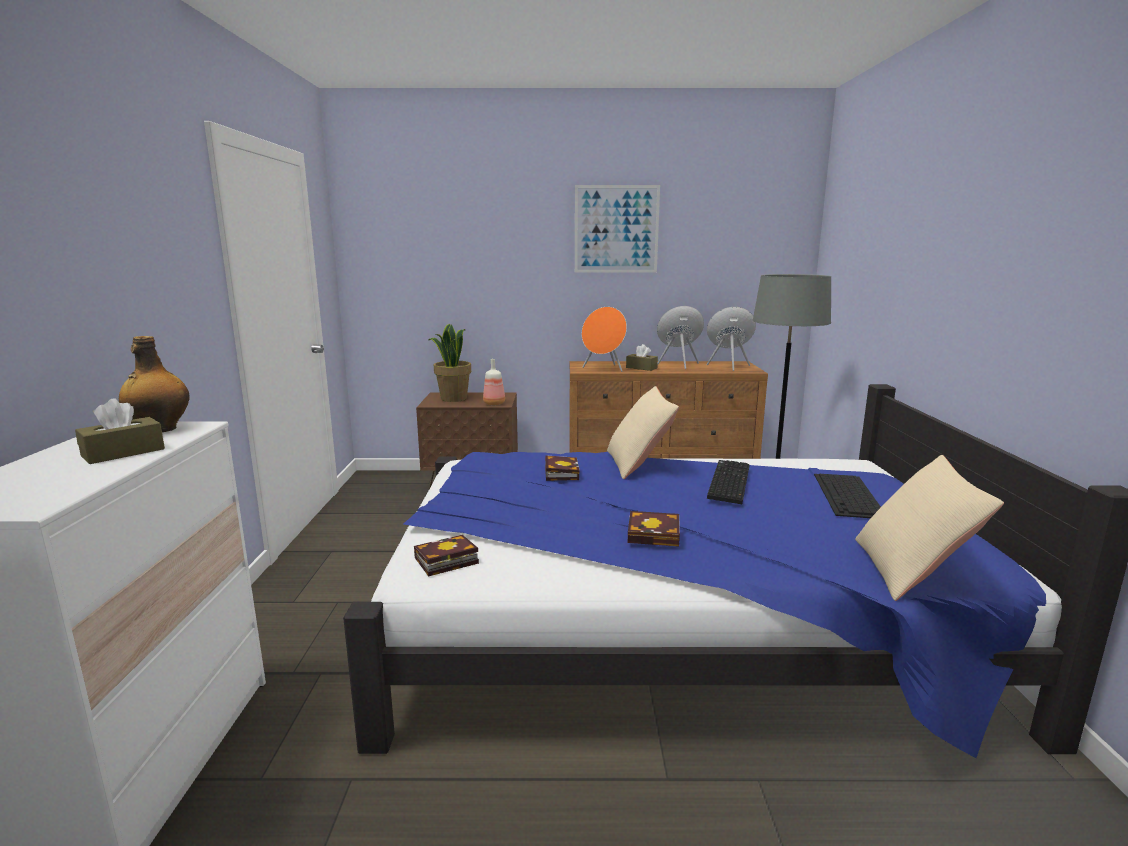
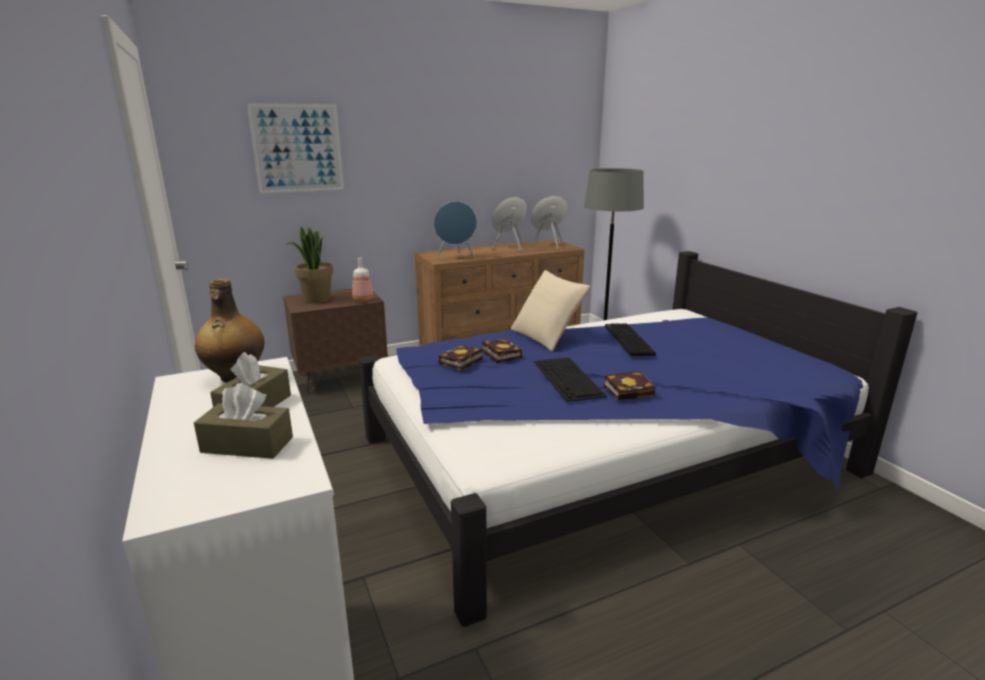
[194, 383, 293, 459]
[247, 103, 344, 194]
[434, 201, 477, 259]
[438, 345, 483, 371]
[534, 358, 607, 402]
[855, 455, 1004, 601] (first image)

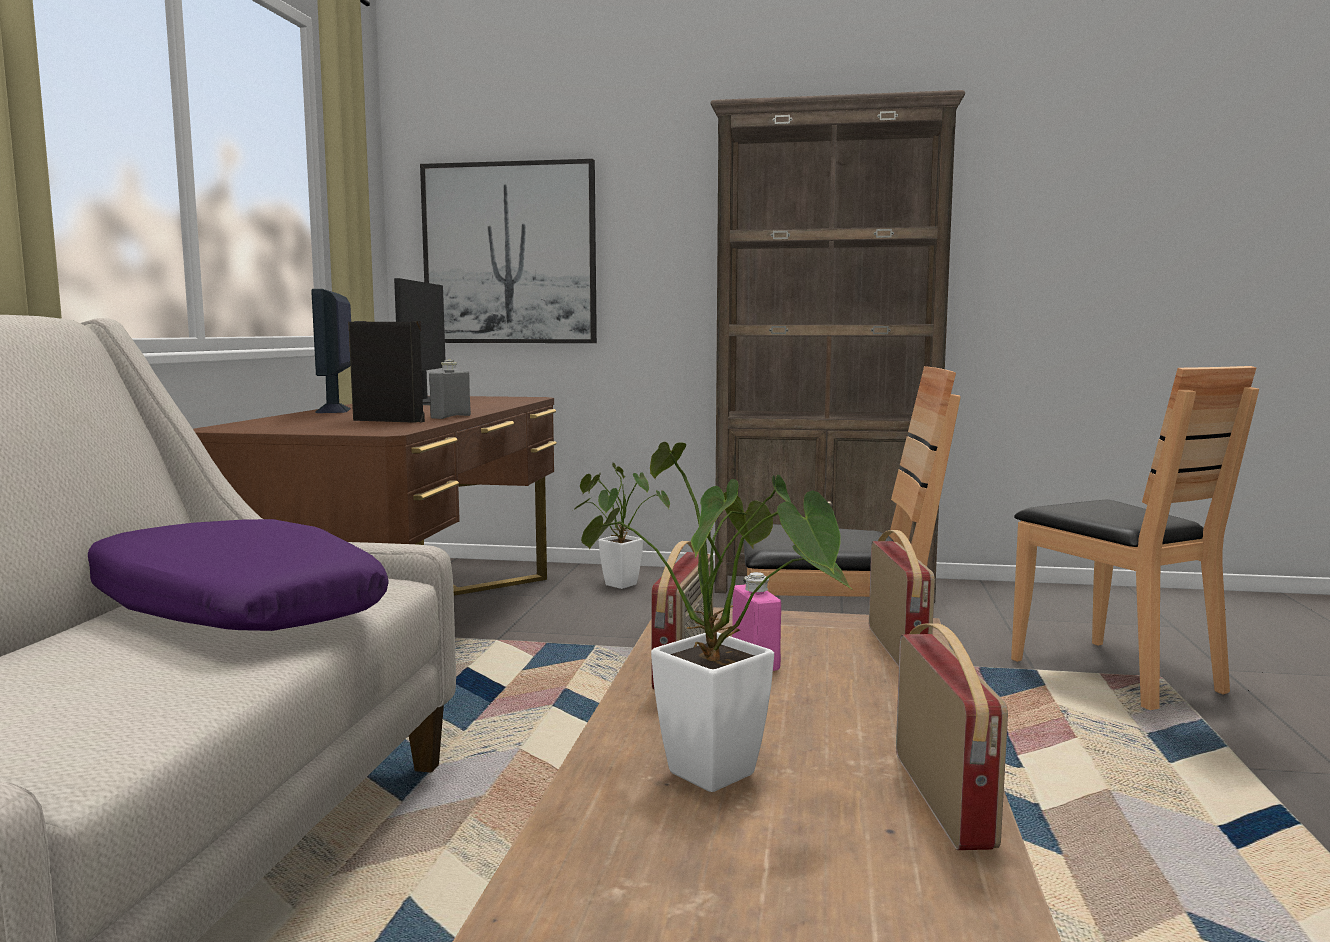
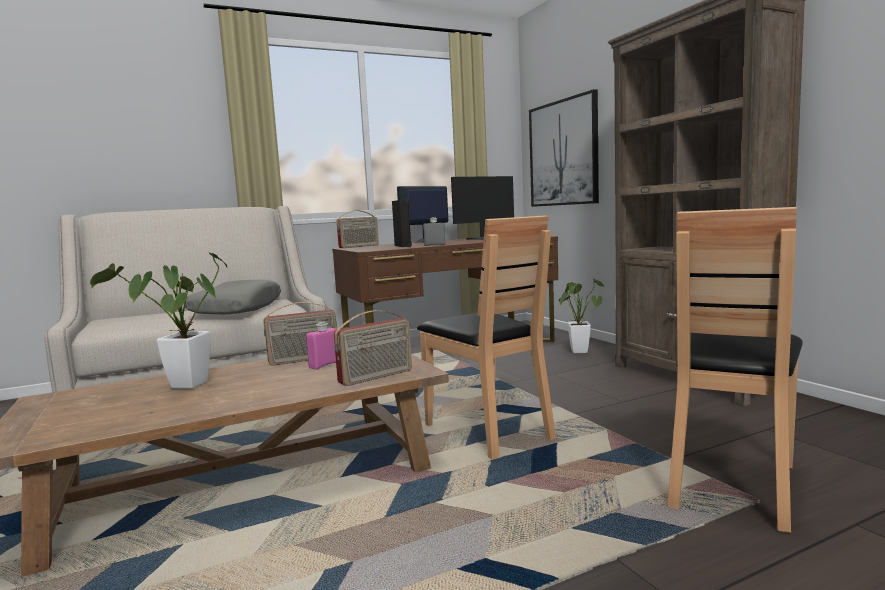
[184, 280, 281, 314]
[337, 210, 379, 248]

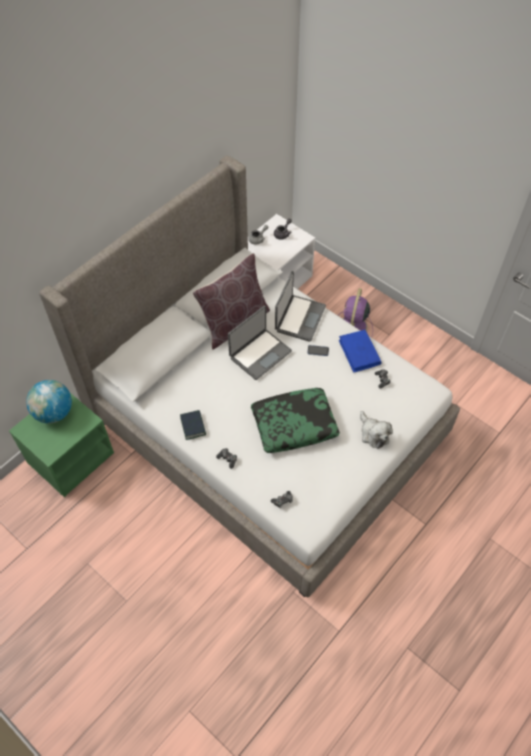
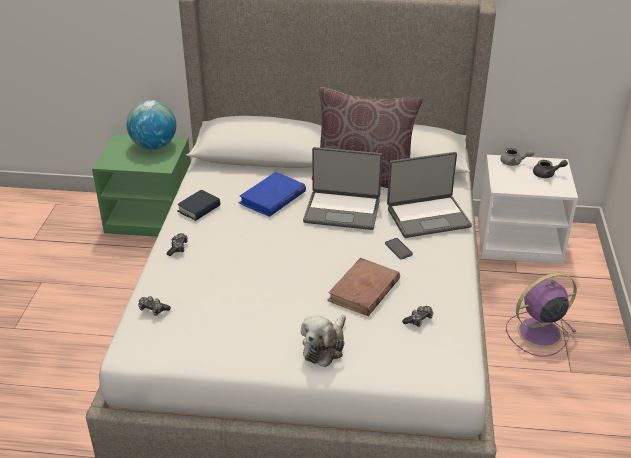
[239, 172, 306, 217]
[327, 258, 400, 316]
[251, 388, 340, 453] (first image)

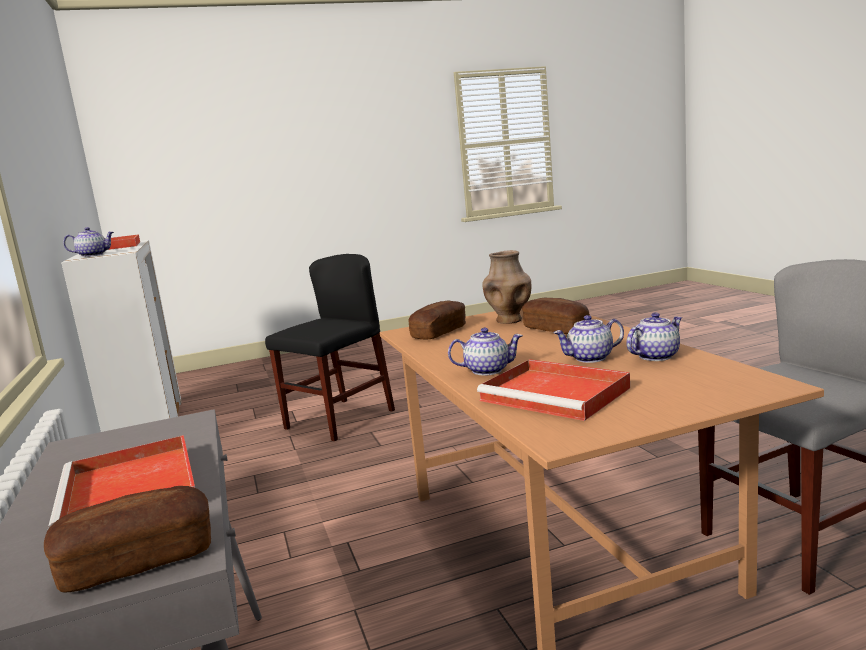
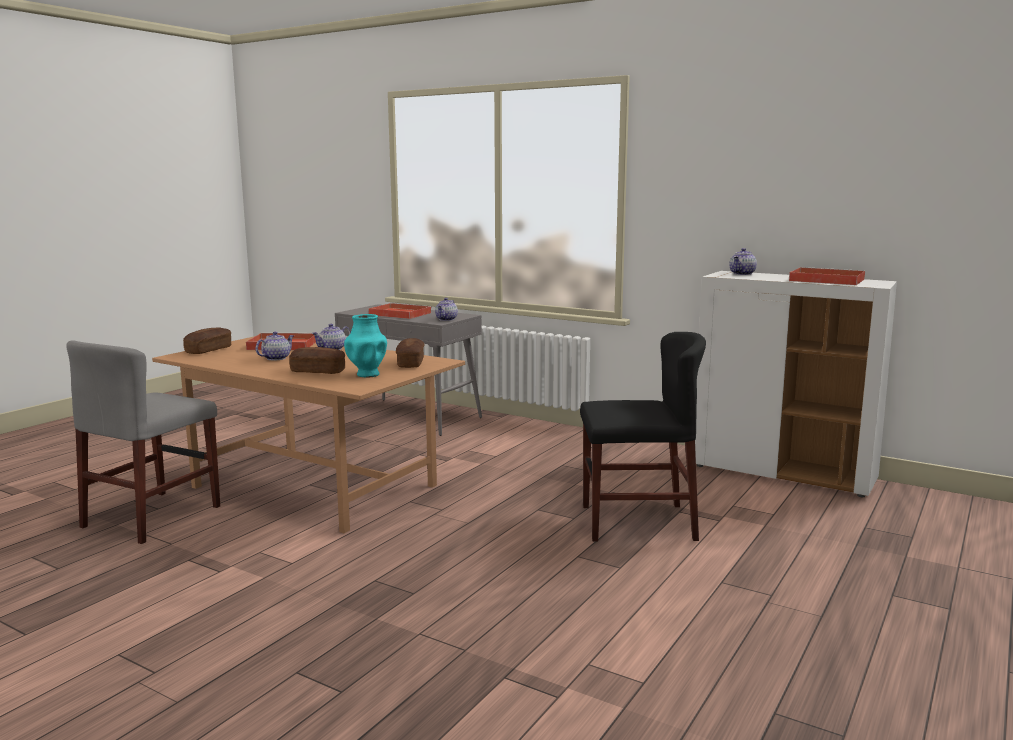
[183, 327, 232, 354]
[344, 314, 387, 378]
[435, 298, 458, 321]
[580, 332, 706, 542]

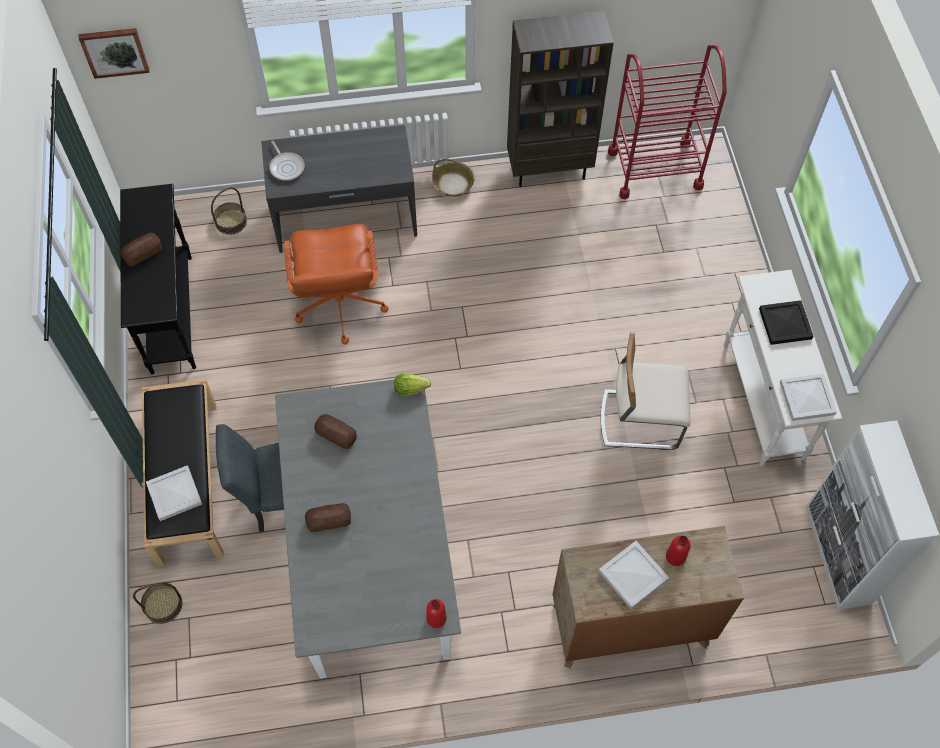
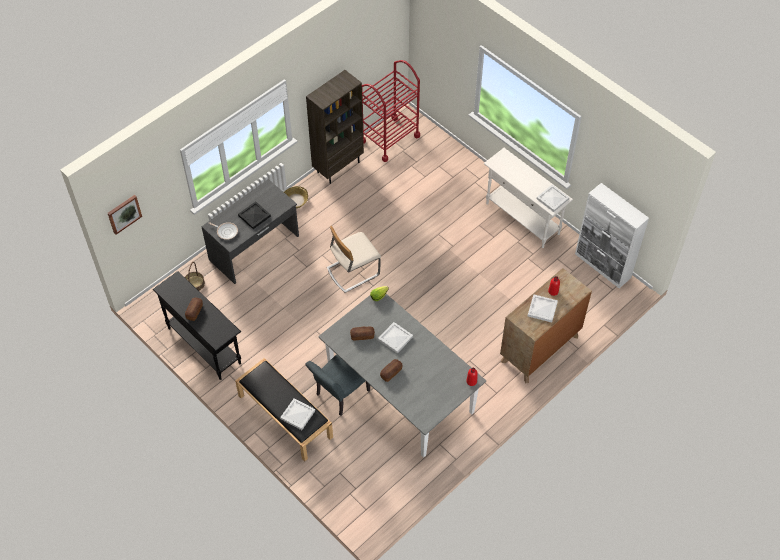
[238, 201, 271, 229]
[327, 226, 381, 293]
[378, 322, 413, 354]
[133, 583, 182, 624] (first image)
[284, 224, 389, 345] (first image)

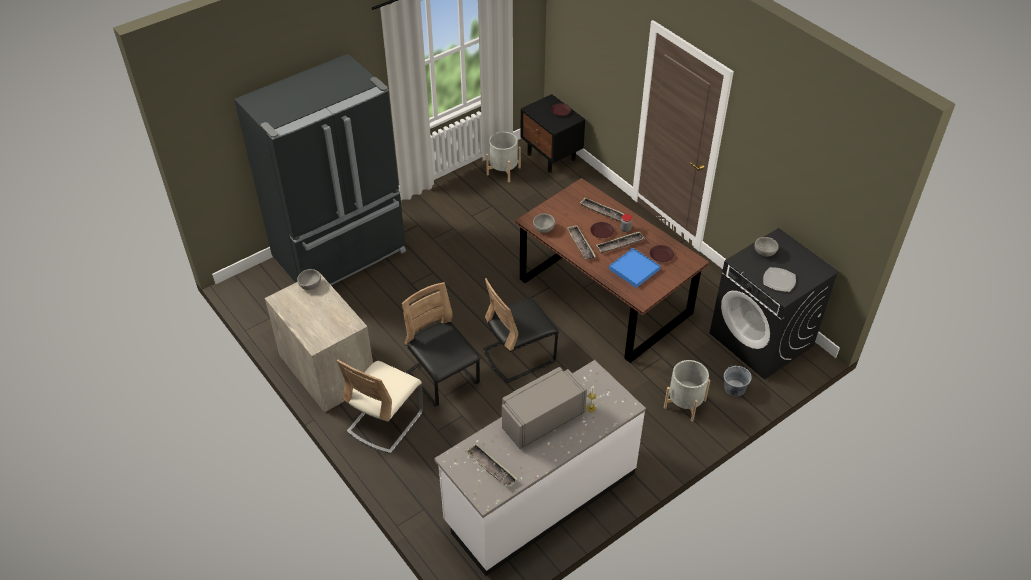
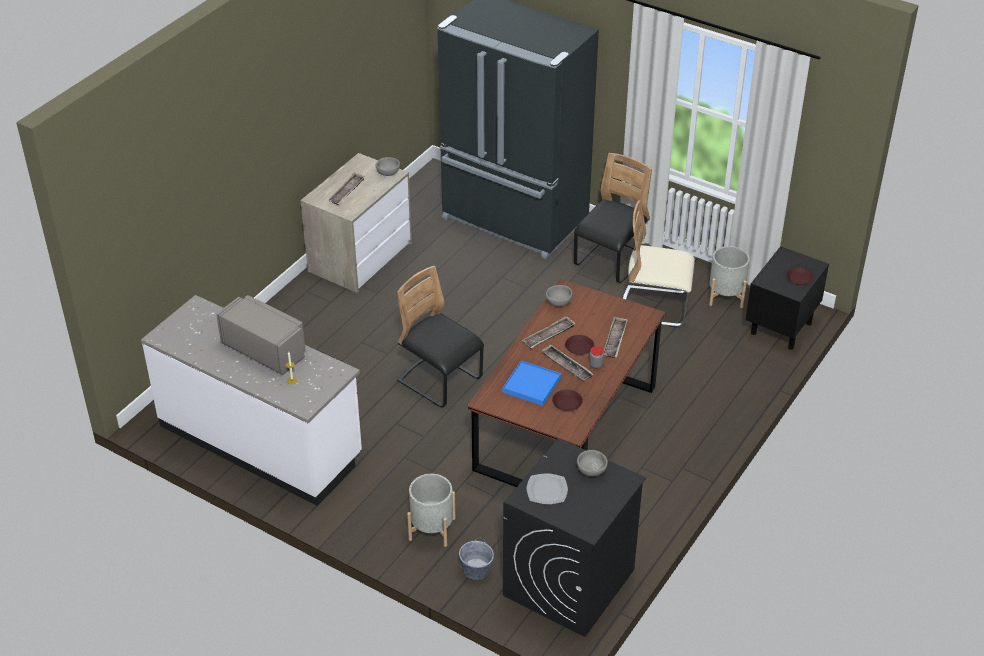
[328, 173, 365, 205]
[574, 153, 652, 283]
[623, 200, 695, 327]

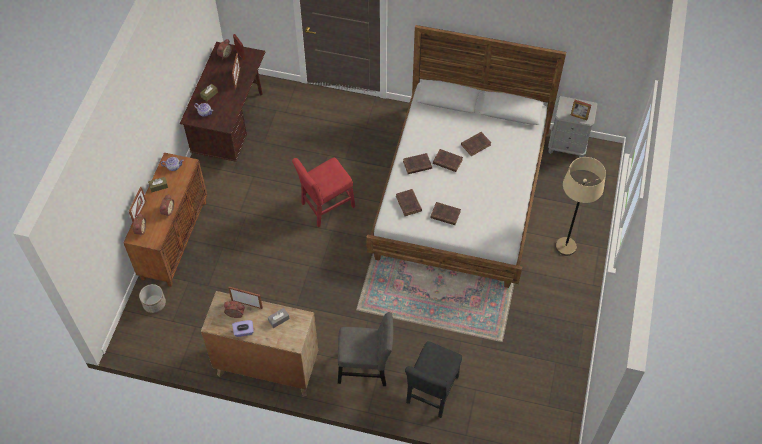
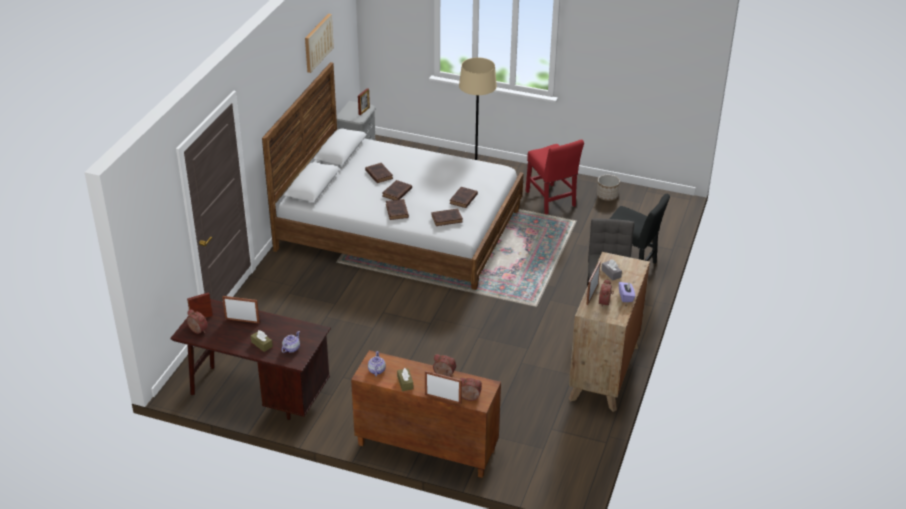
[305, 14, 334, 73]
[526, 140, 584, 214]
[596, 174, 620, 201]

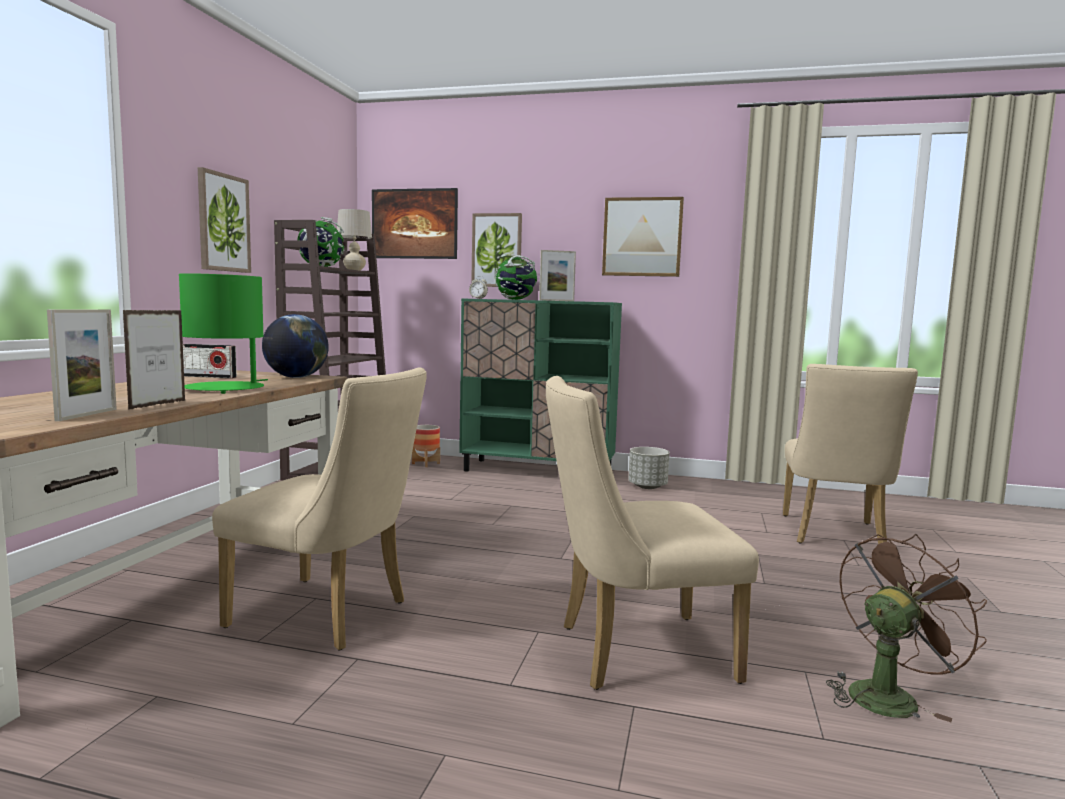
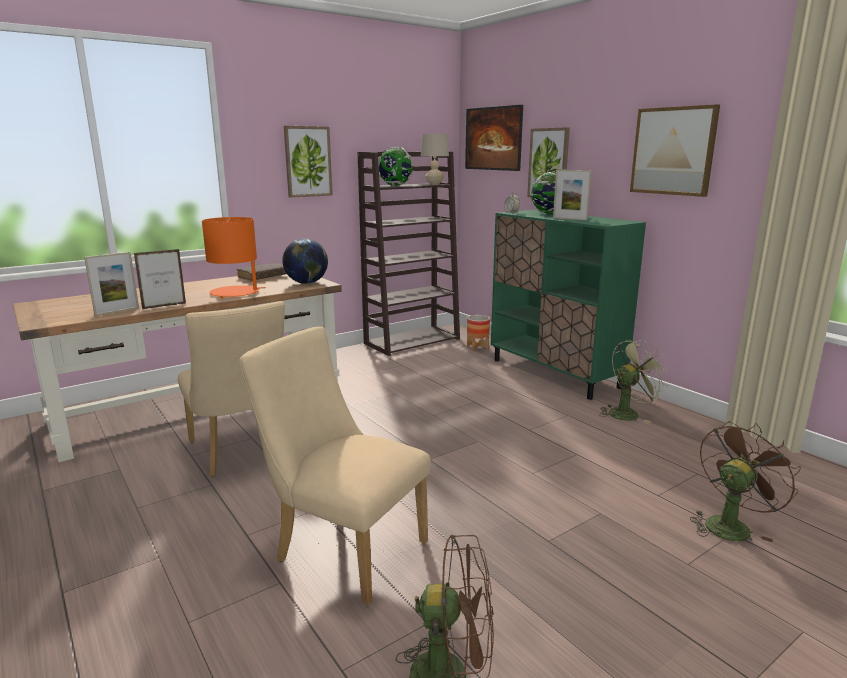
[202, 217, 266, 298]
[237, 263, 287, 281]
[599, 339, 668, 423]
[690, 421, 801, 542]

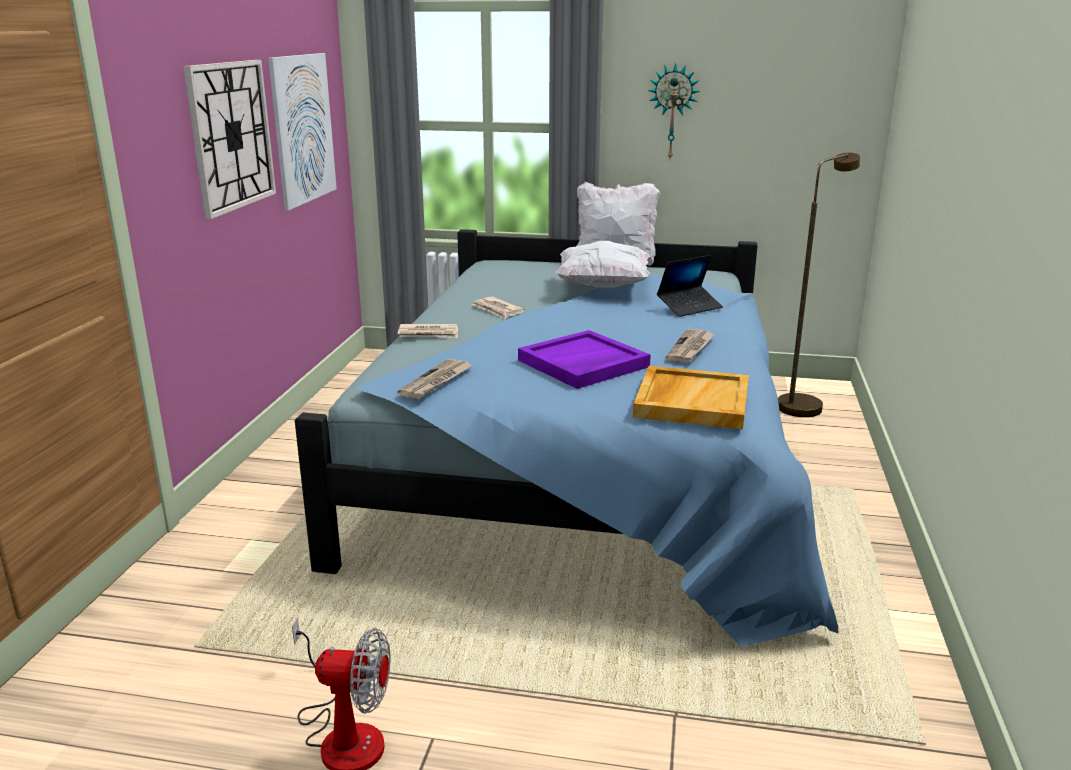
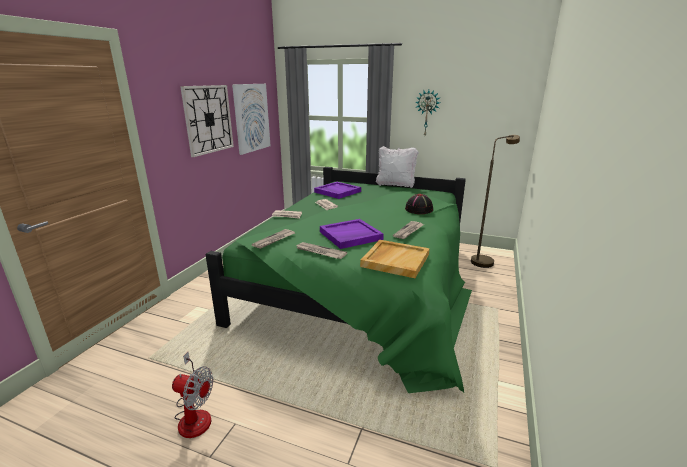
[205, 167, 472, 393]
[295, 242, 347, 259]
[314, 182, 361, 199]
[405, 194, 433, 214]
[555, 241, 650, 288] (first image)

